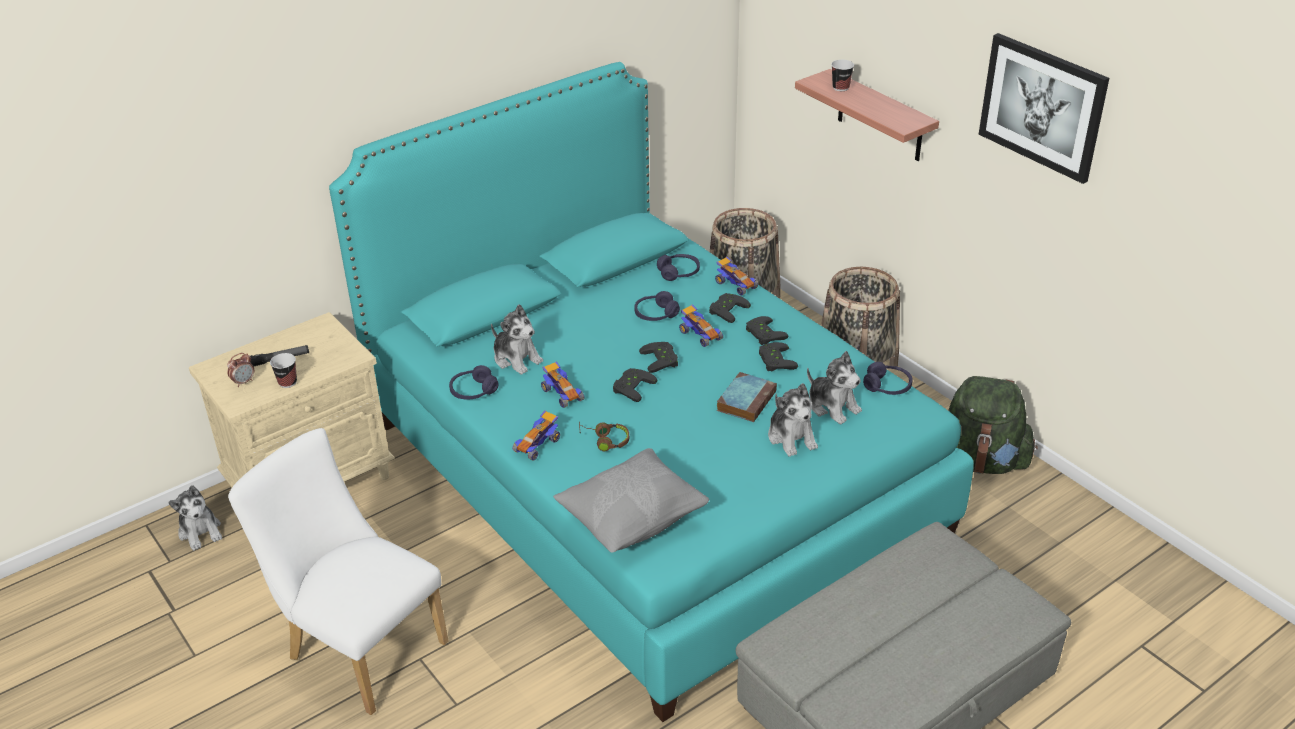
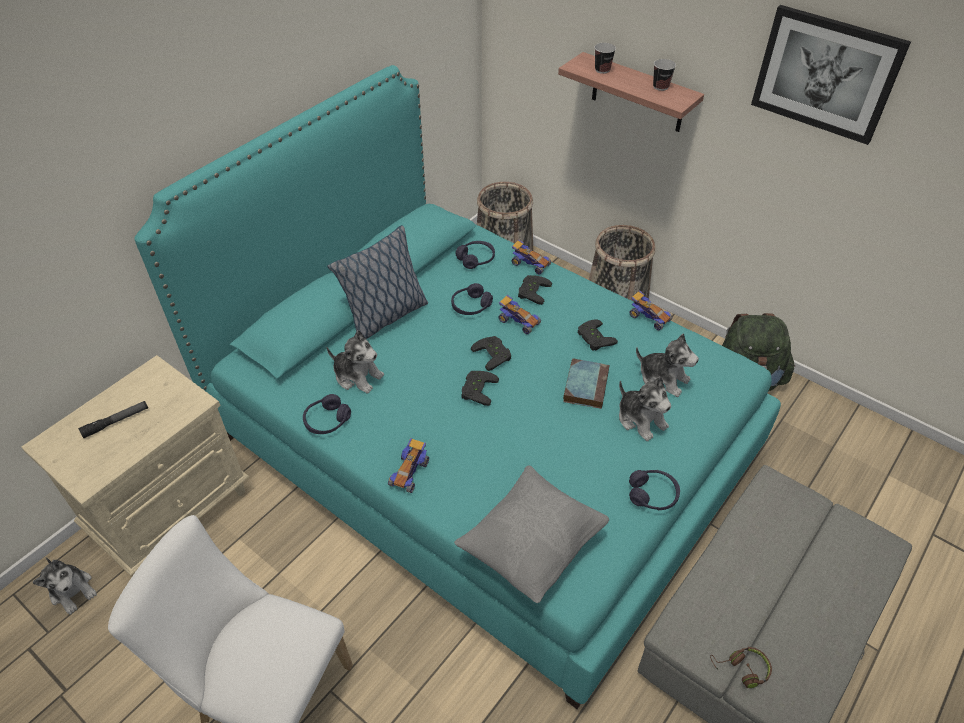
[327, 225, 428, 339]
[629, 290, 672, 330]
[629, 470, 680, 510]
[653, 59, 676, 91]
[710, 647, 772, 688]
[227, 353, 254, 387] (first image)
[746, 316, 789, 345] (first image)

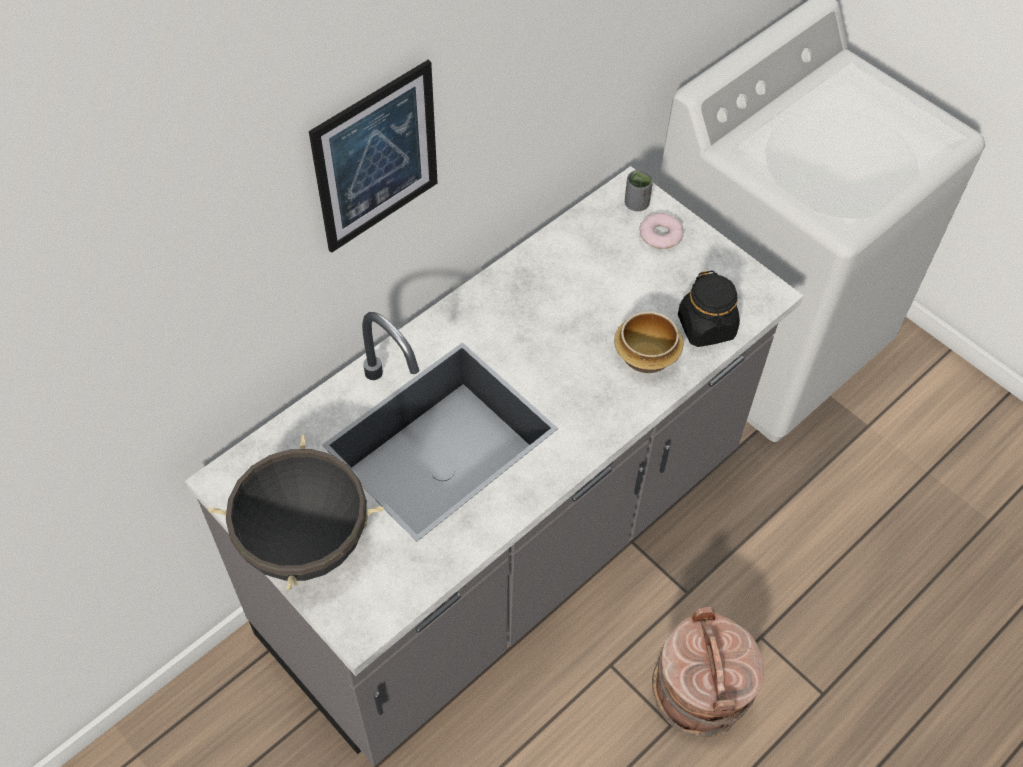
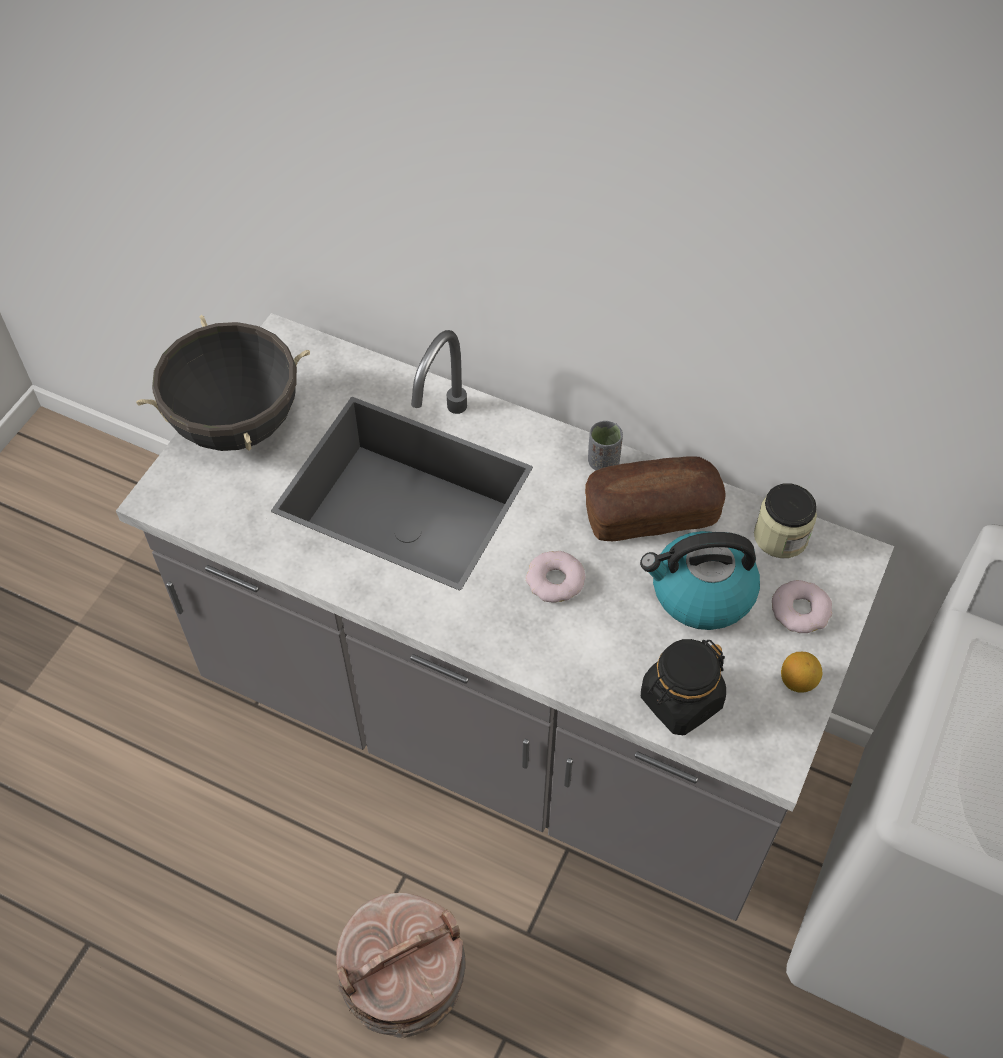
[526, 551, 586, 603]
[585, 456, 725, 541]
[588, 421, 623, 470]
[640, 531, 760, 630]
[754, 483, 817, 558]
[781, 652, 822, 693]
[309, 60, 438, 253] (first image)
[614, 311, 683, 373] (first image)

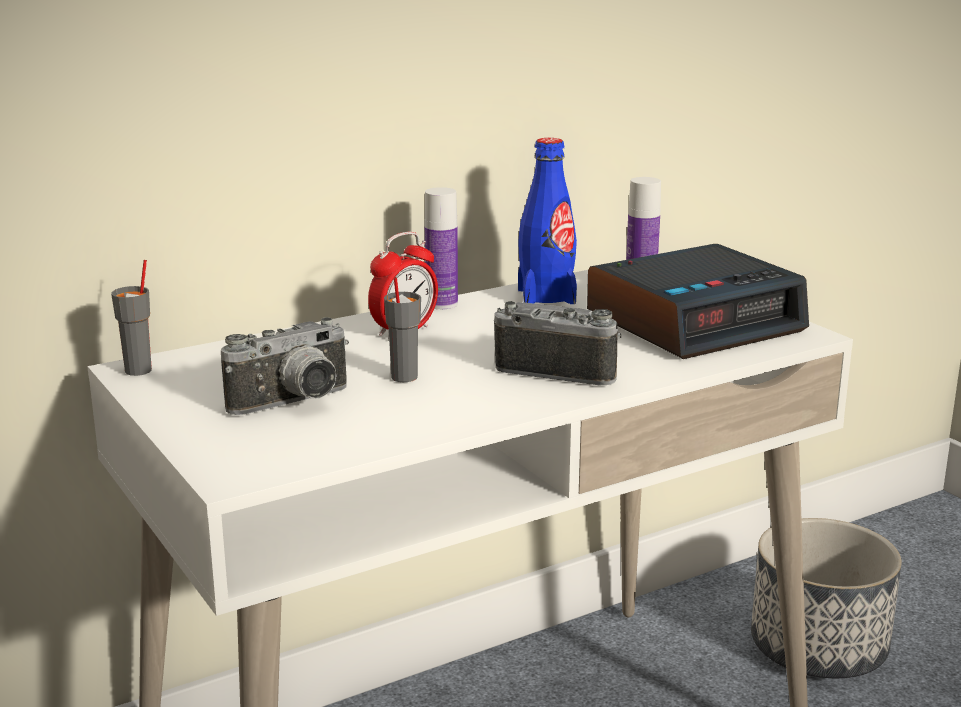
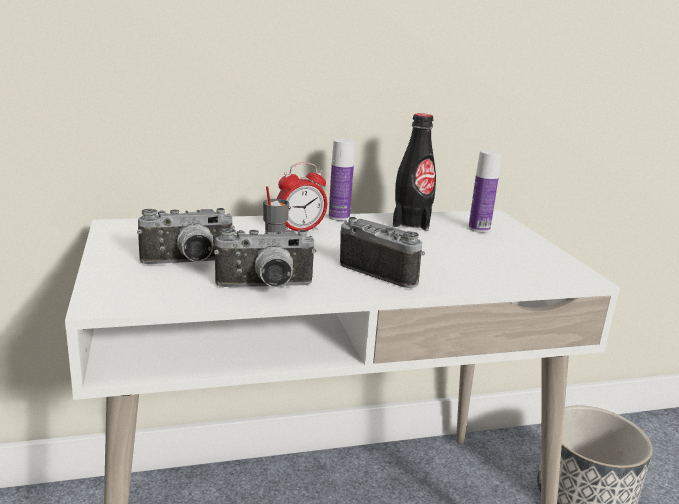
[214, 228, 316, 287]
[393, 113, 436, 231]
[111, 260, 152, 376] (first image)
[587, 244, 809, 359] (first image)

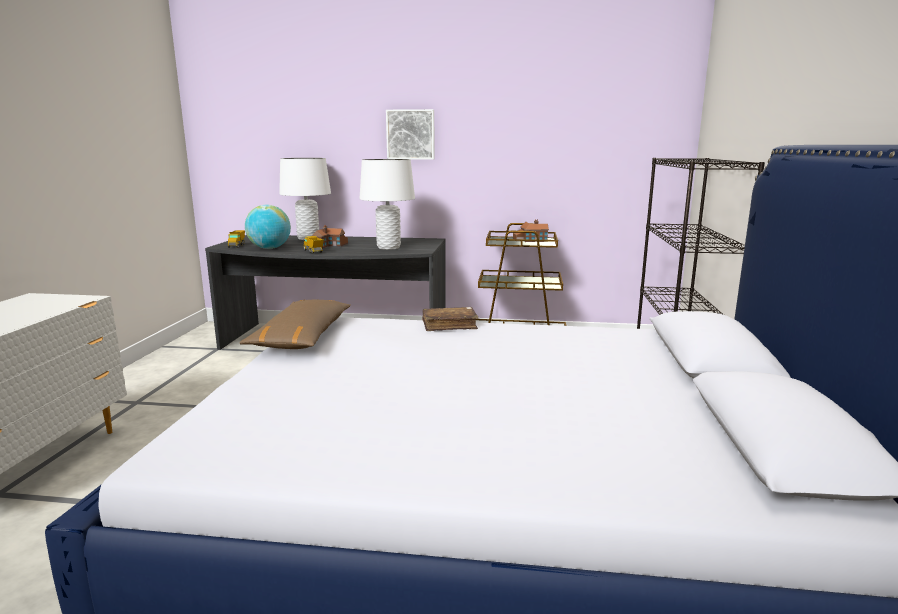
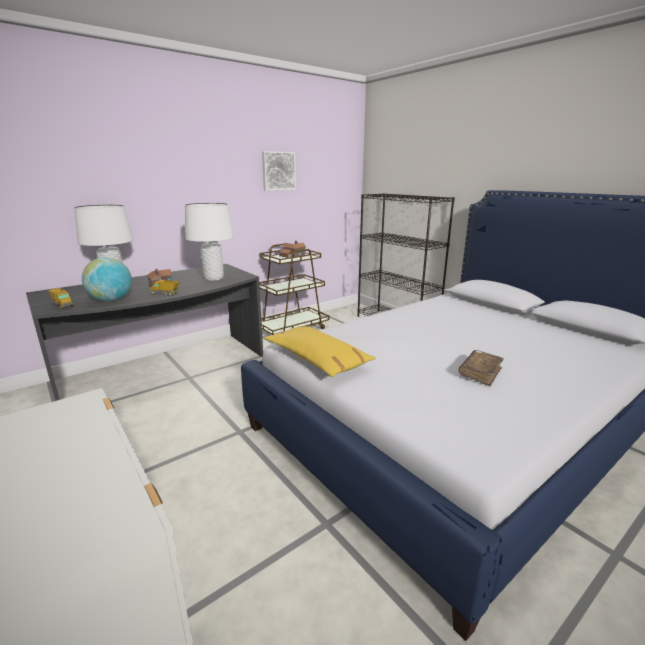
[262, 151, 296, 190]
[264, 326, 376, 377]
[459, 350, 504, 386]

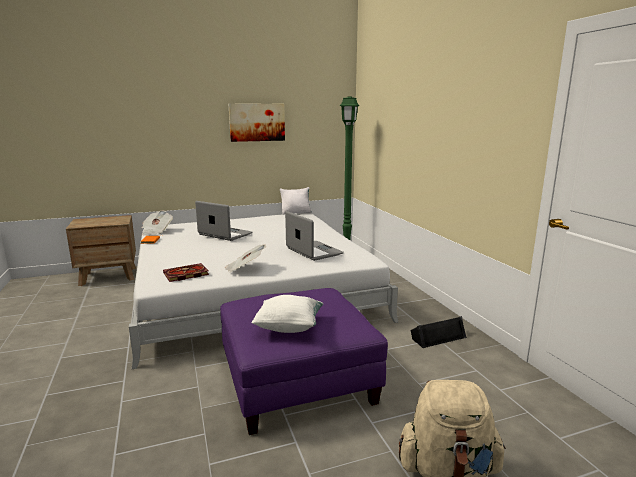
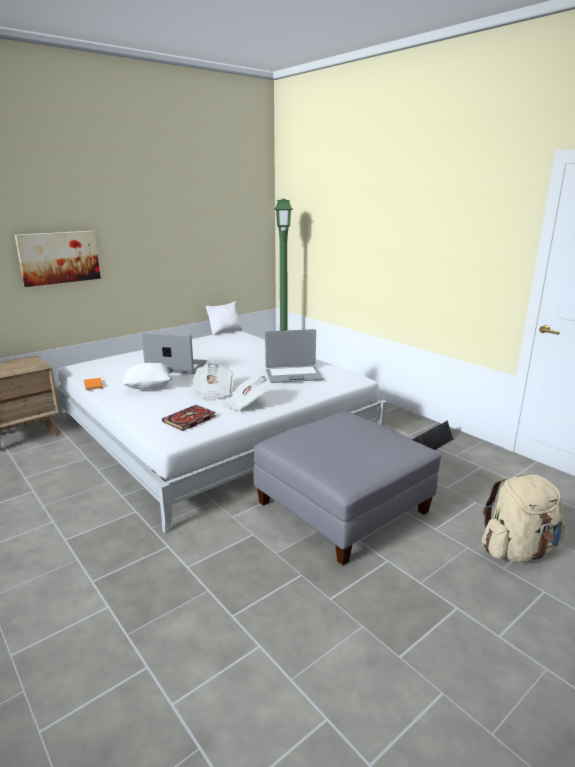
[15, 231, 101, 287]
[123, 363, 172, 390]
[192, 362, 234, 401]
[253, 412, 441, 565]
[265, 329, 324, 383]

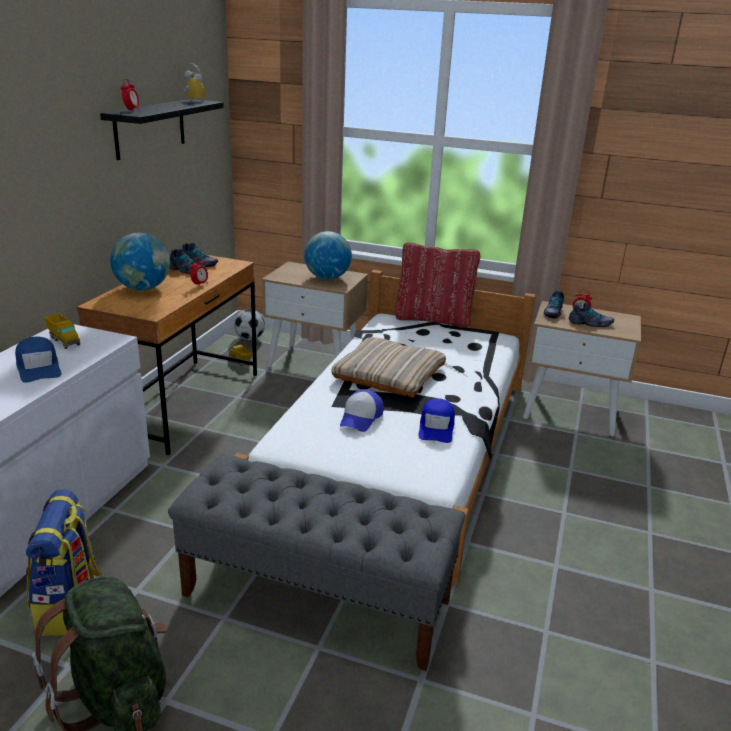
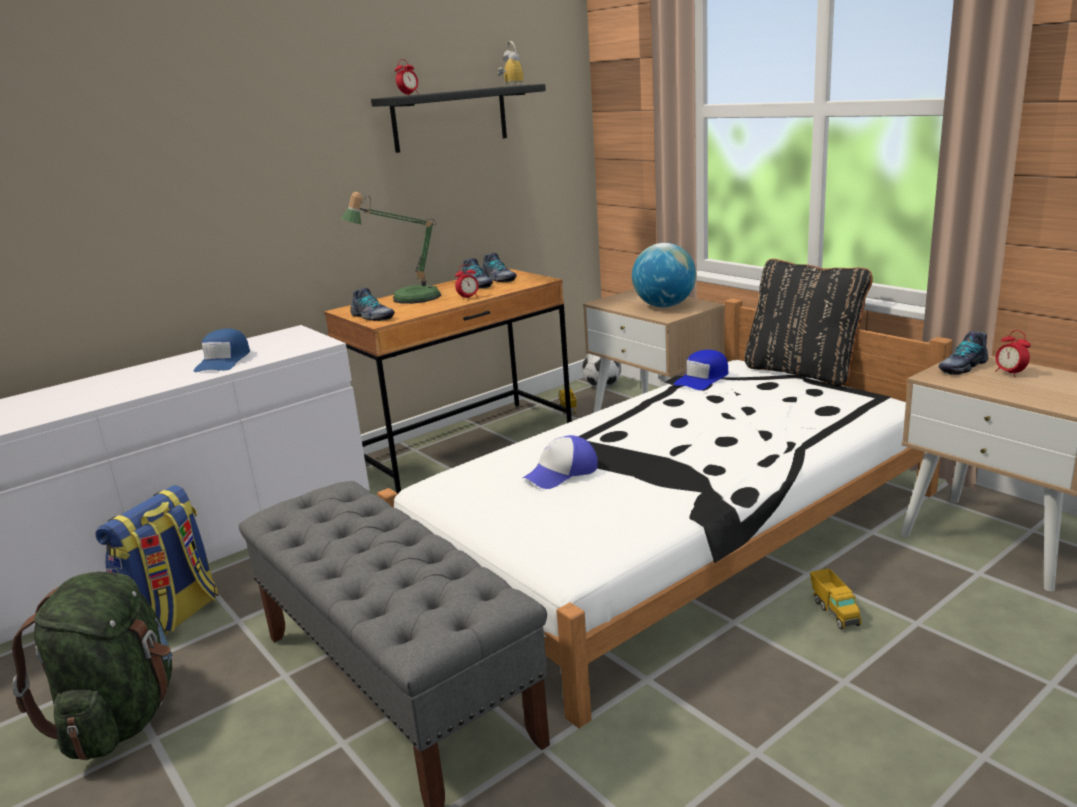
[340, 192, 441, 304]
[351, 288, 395, 321]
[674, 350, 728, 390]
[745, 259, 873, 386]
[810, 568, 862, 629]
[331, 337, 446, 398] (first image)

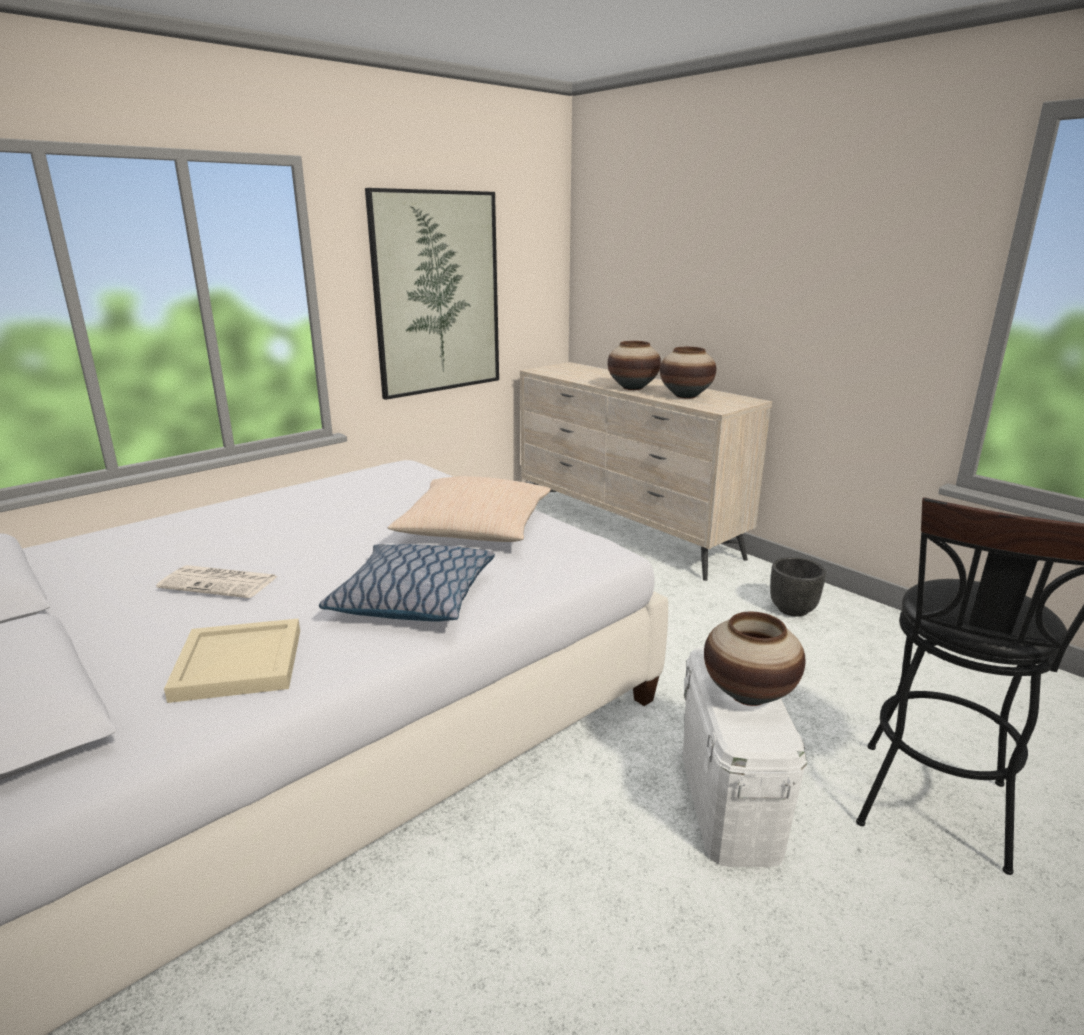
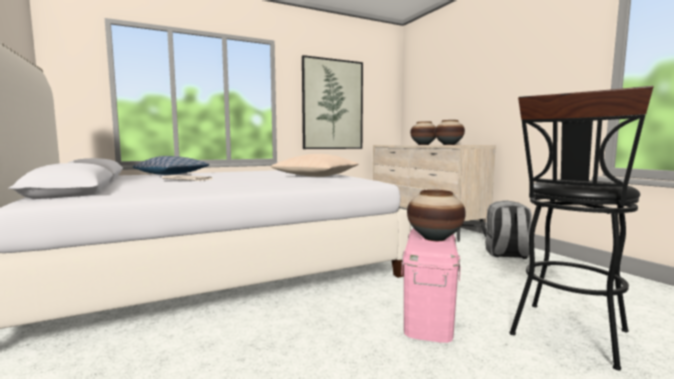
[133, 156, 209, 175]
[402, 228, 461, 343]
[485, 200, 532, 259]
[164, 618, 300, 703] (first image)

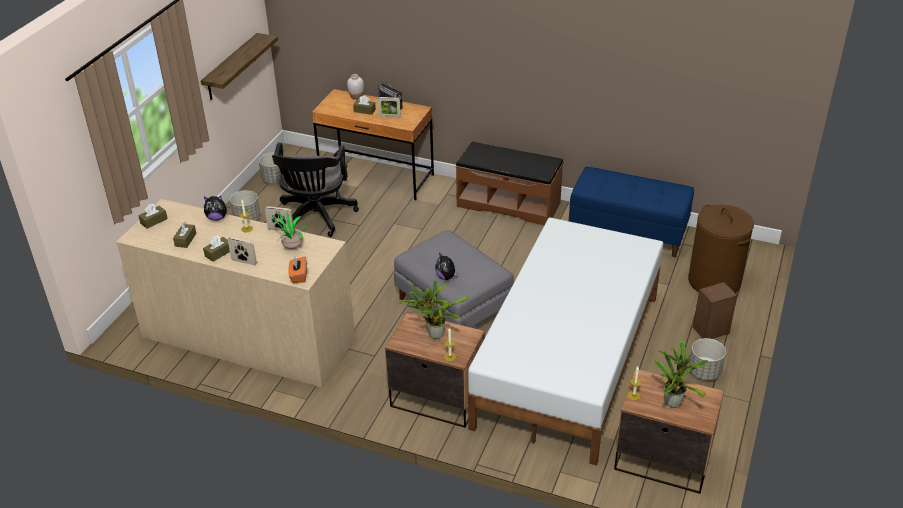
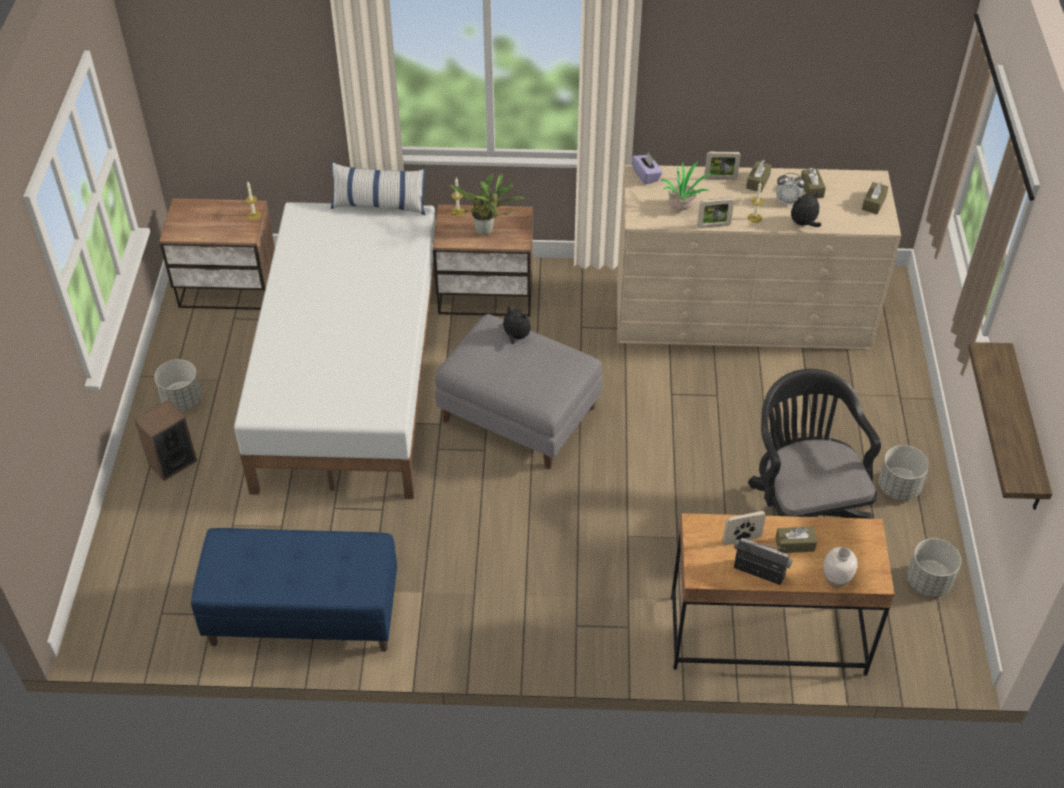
[330, 162, 426, 215]
[632, 152, 662, 185]
[776, 173, 805, 205]
[456, 141, 563, 225] (first image)
[653, 340, 709, 408] (first image)
[688, 205, 754, 293] (first image)

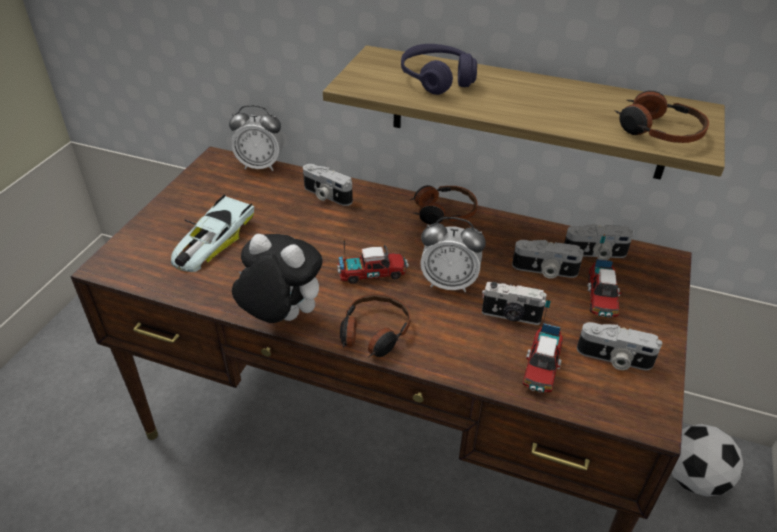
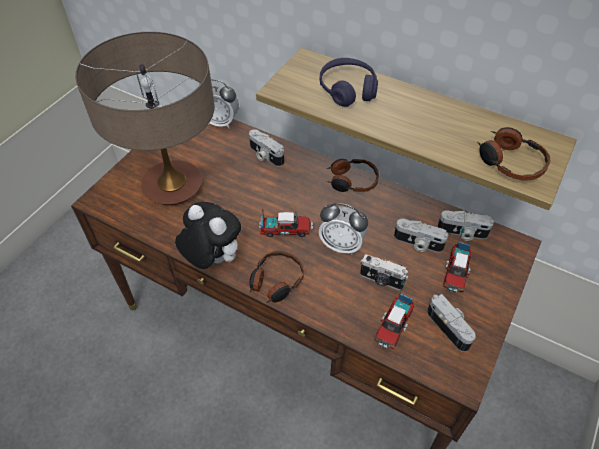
[75, 32, 215, 205]
[427, 294, 476, 352]
[671, 424, 744, 497] (first image)

